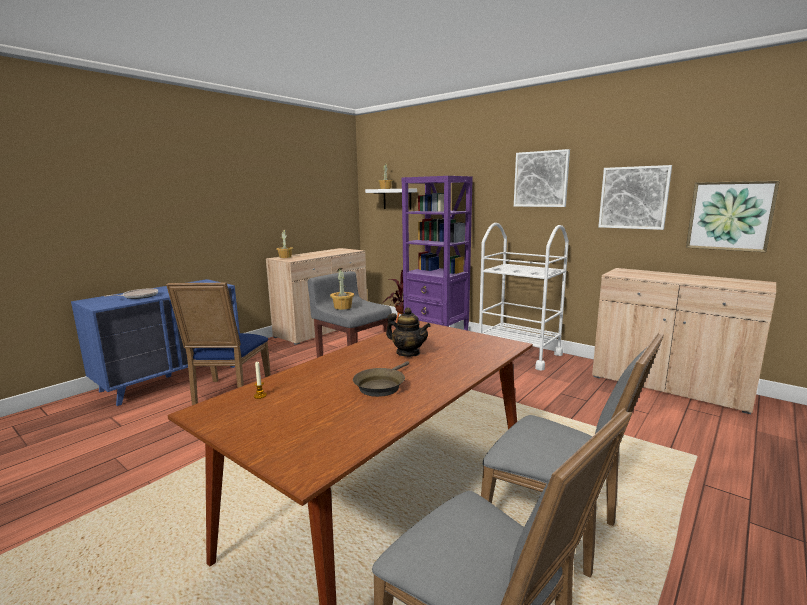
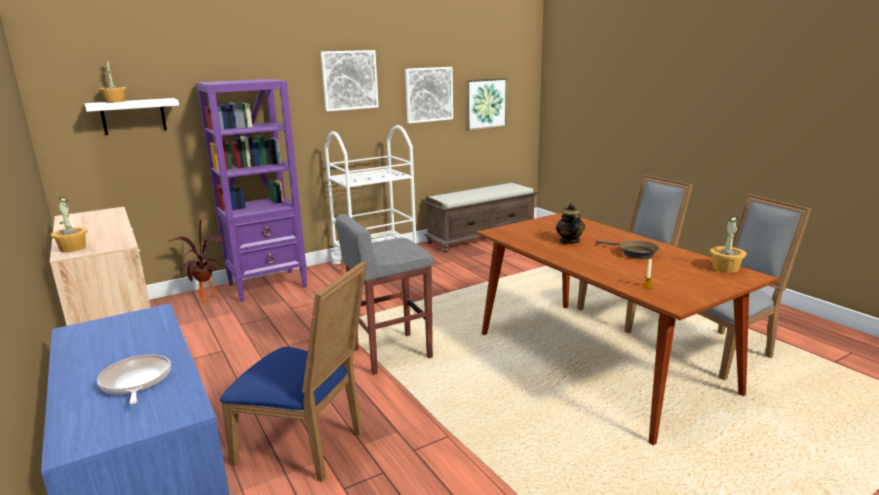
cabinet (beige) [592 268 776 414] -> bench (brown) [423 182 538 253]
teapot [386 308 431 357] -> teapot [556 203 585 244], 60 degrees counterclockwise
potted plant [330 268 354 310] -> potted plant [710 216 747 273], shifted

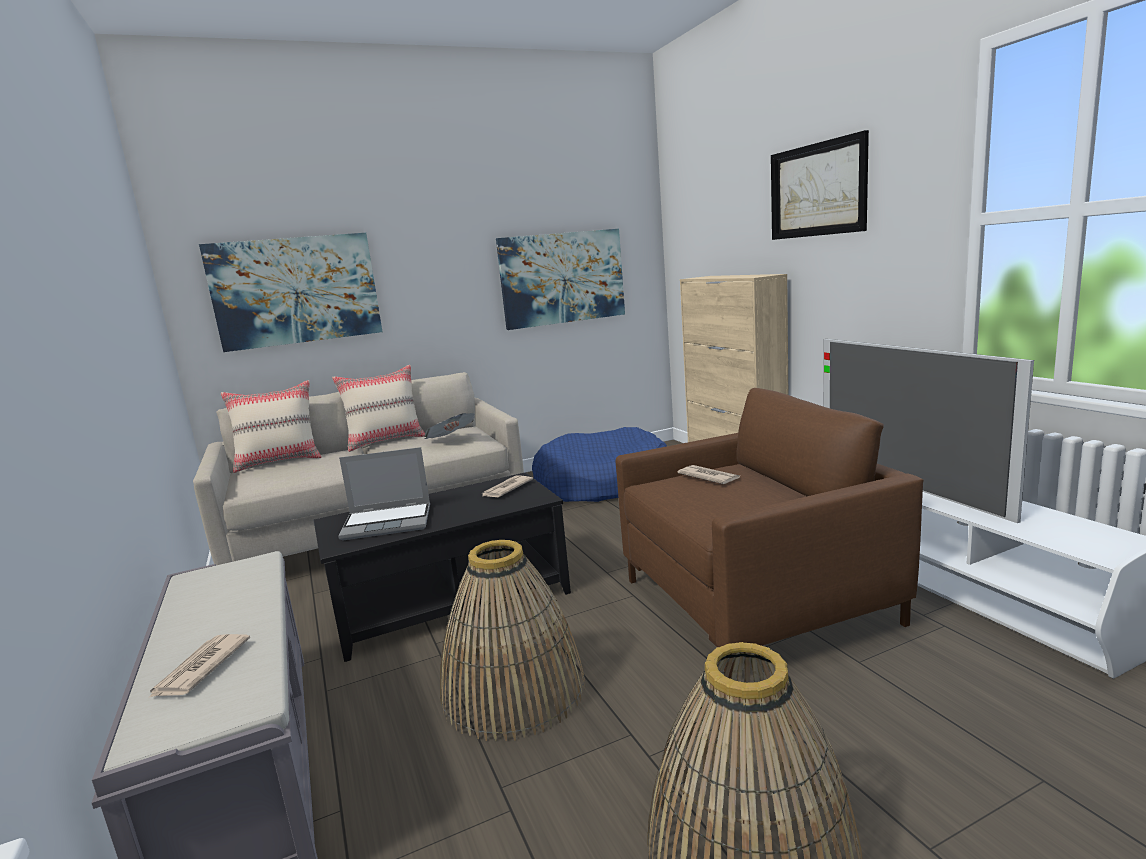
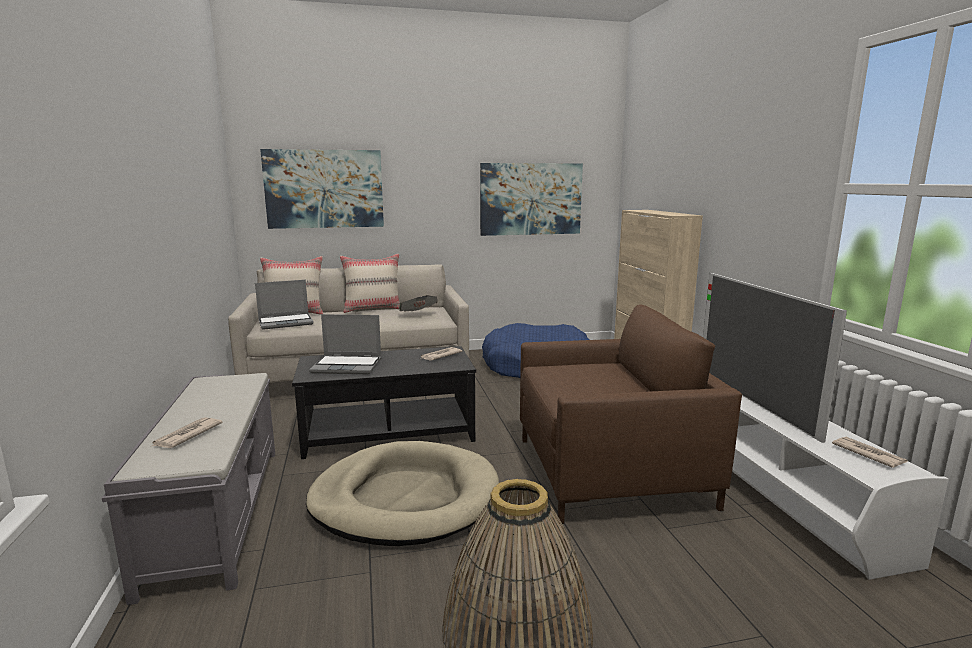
none -> laptop [255 280 314 330]
basket [440 540 585 741] -> dog bed (beige) [306 441 499 546]
newspaper [677 465 741 484] -> newspaper [832 437 908 468], shifted
picture [771 130 869 240] -> none

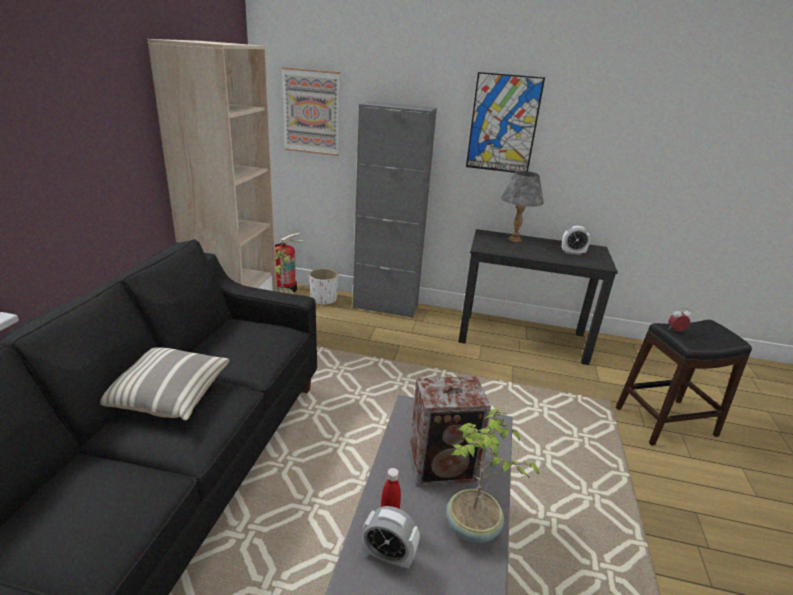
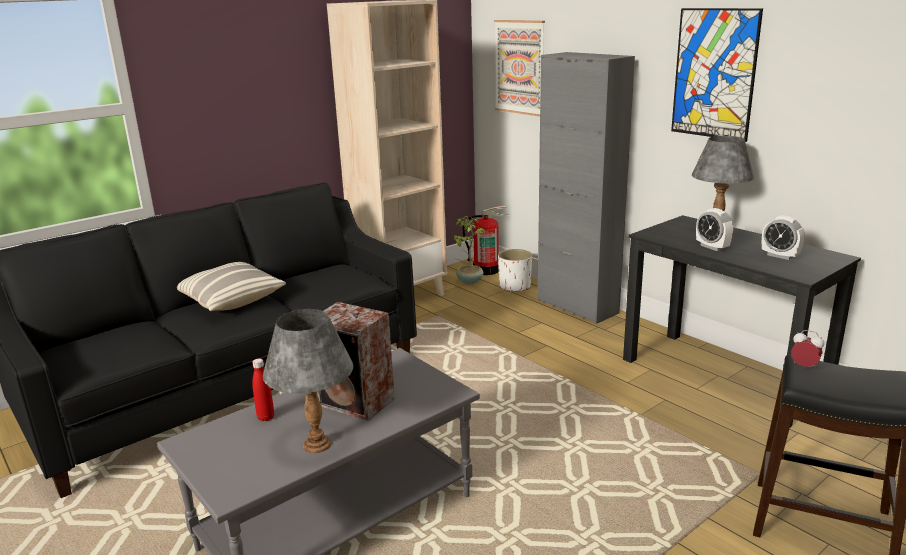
potted plant [446 408 540 543] -> table lamp (grey) [263 309 353 453]
alarm clock [361 506 420 570] -> alarm clock [696 208 733 251], shifted

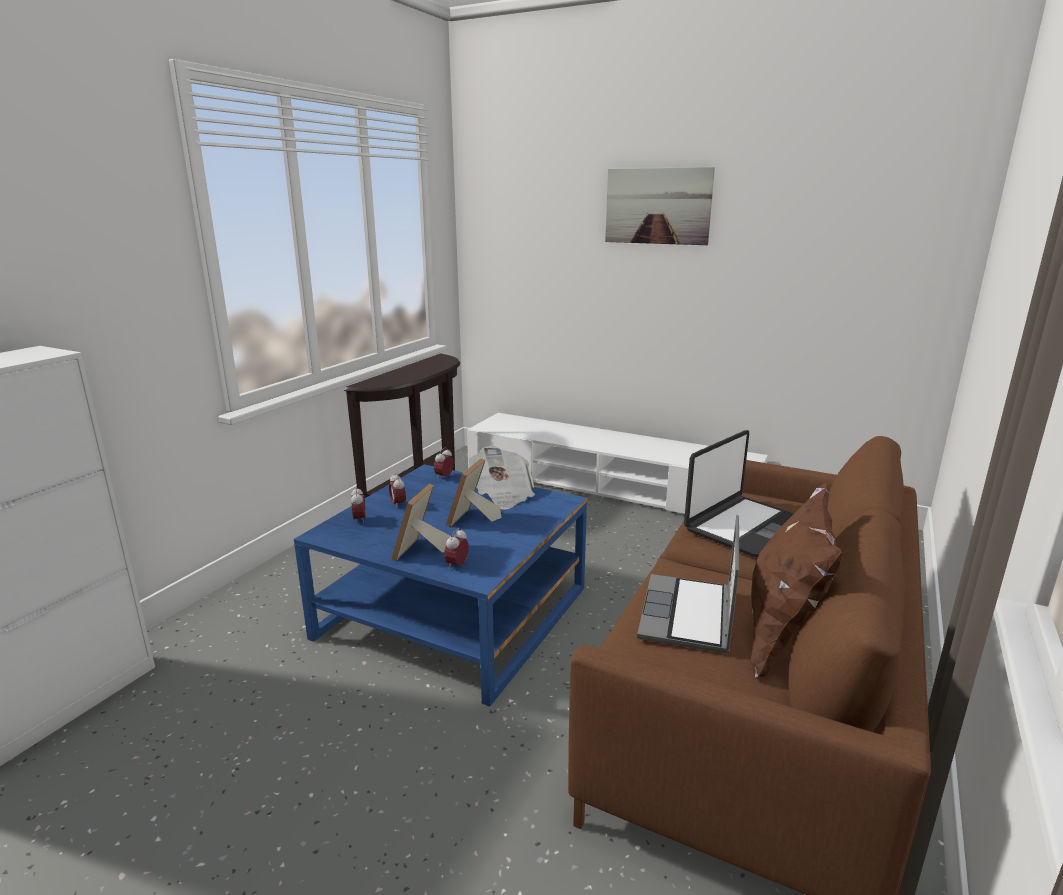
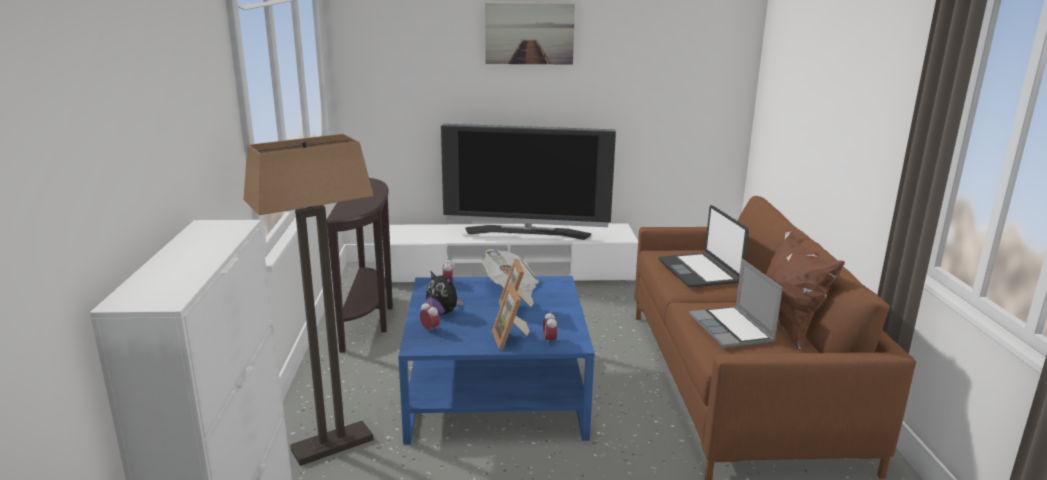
none -> floor lamp [243 134 374 466]
alarm clock [389 472 406 509] -> plush toy [426 272 463 314]
none -> television [441 124 616 240]
laptop [684 430 794 557] -> laptop [658 205 749 287], 150 degrees clockwise

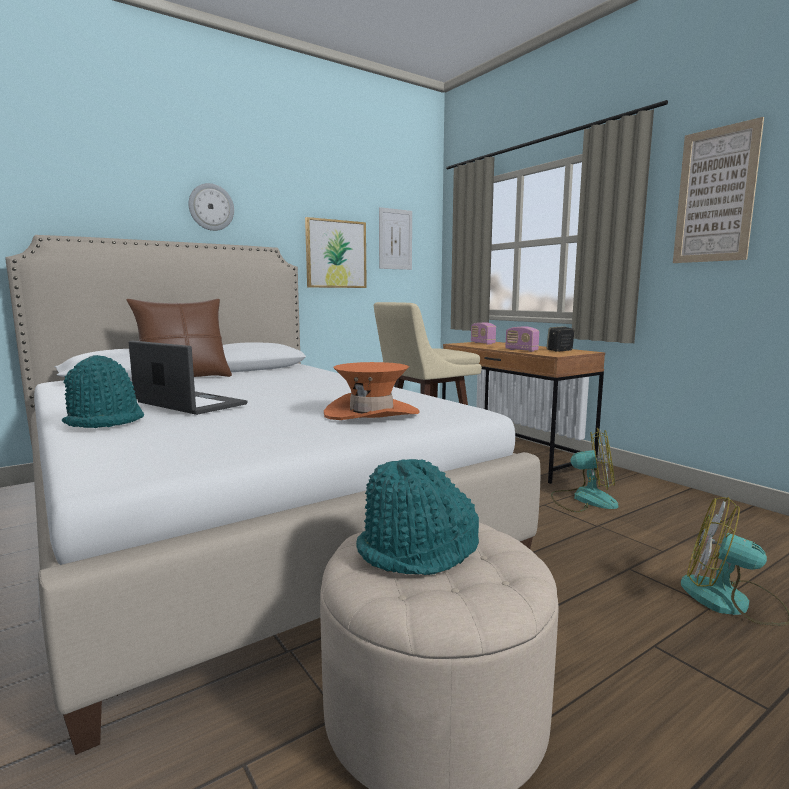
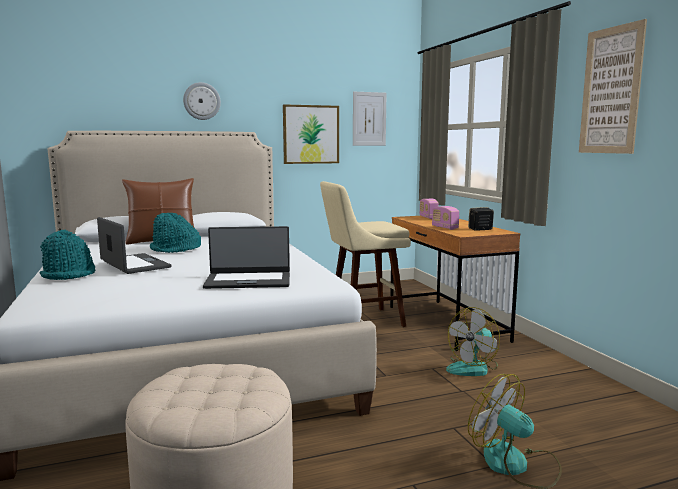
hat (turquoise) [356 459 479 575] -> hat (turquoise) [150 213 201 253], shifted
hat (orange) [324 362 419 420] -> laptop [203 226 290 289]
fan [551 427 618 512] -> fan [446 307 500 376], 105 degrees clockwise

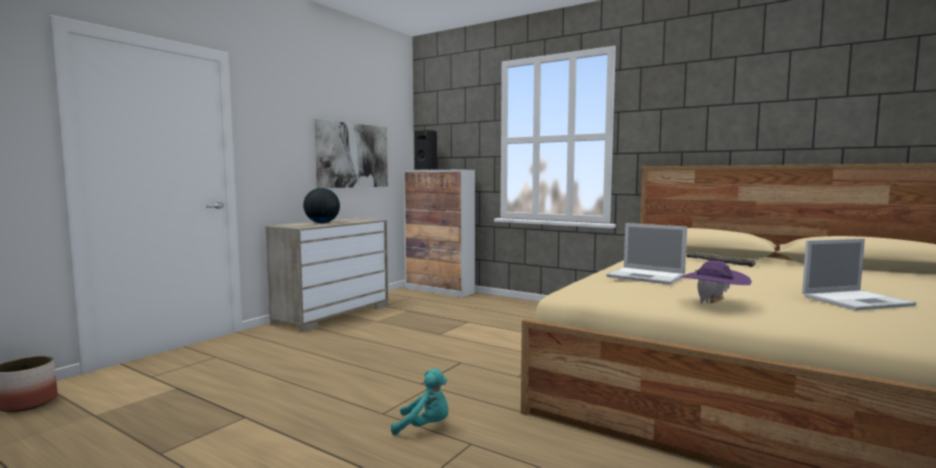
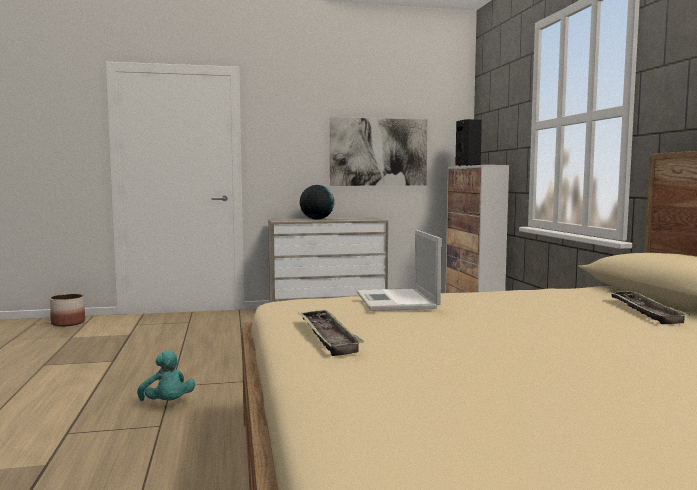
hat (purple) [680 261 752 304] -> tray [298 310 364 356]
laptop [802 238 917 311] -> none

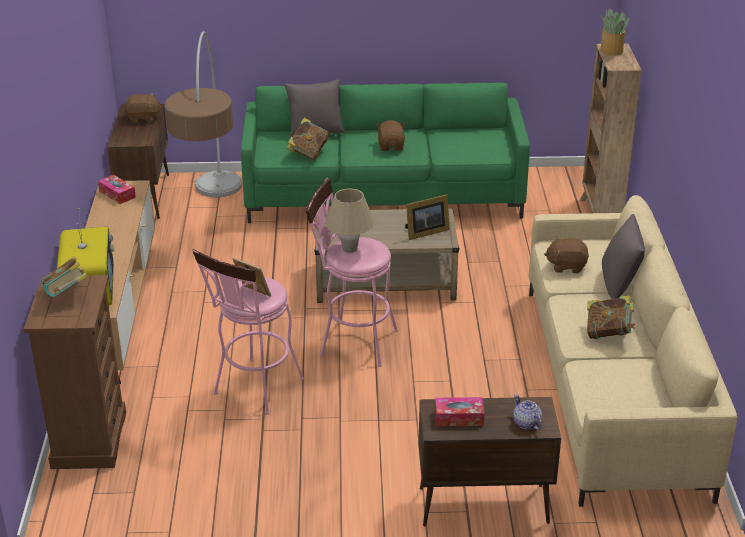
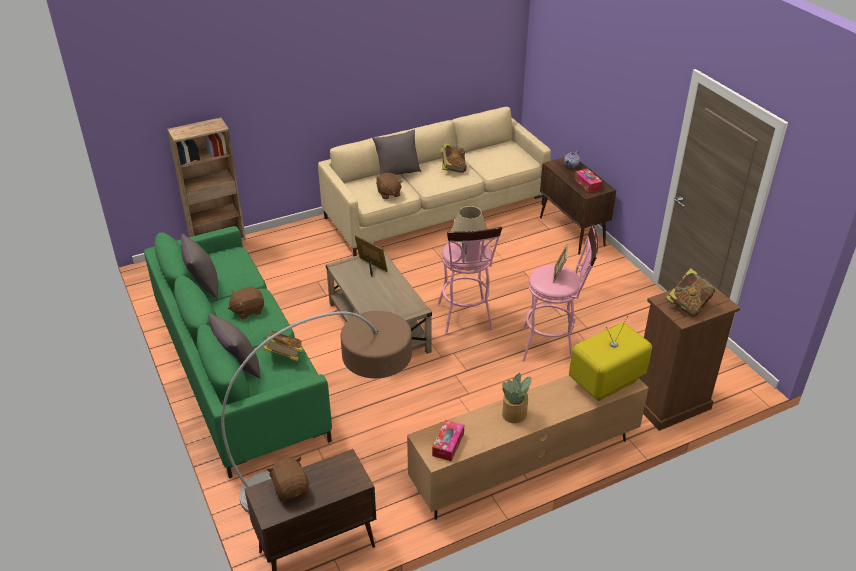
none -> pillow (grey) [181 234 218 299]
potted plant [600 8 630 56] -> potted plant [502 373 532 423], shifted

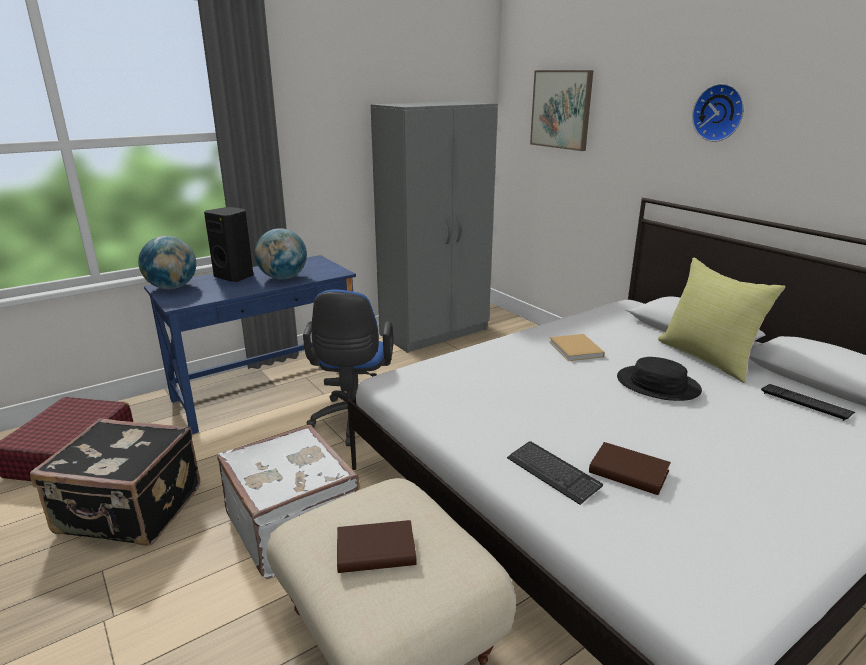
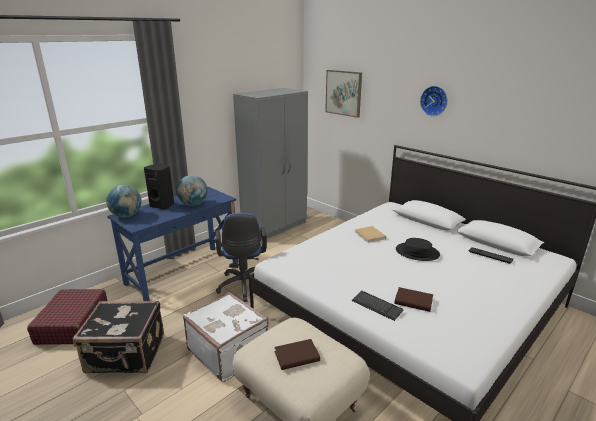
pillow (yellow) [658 258 786 383] -> none

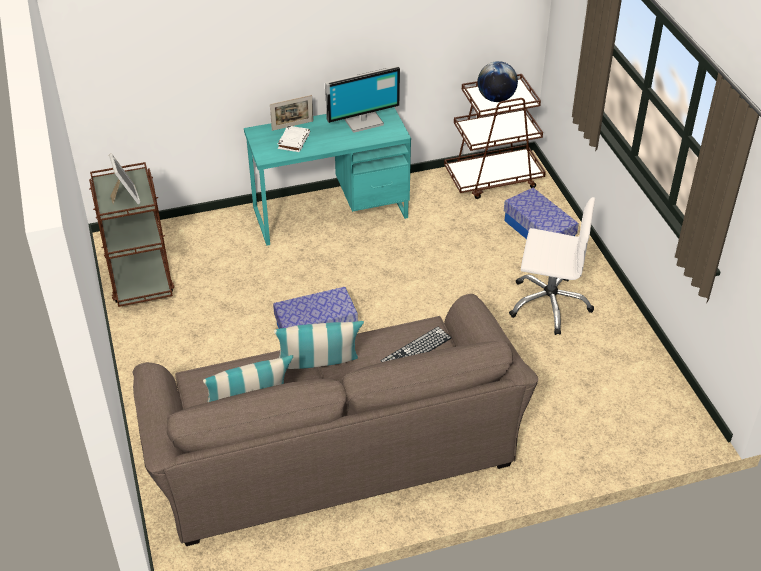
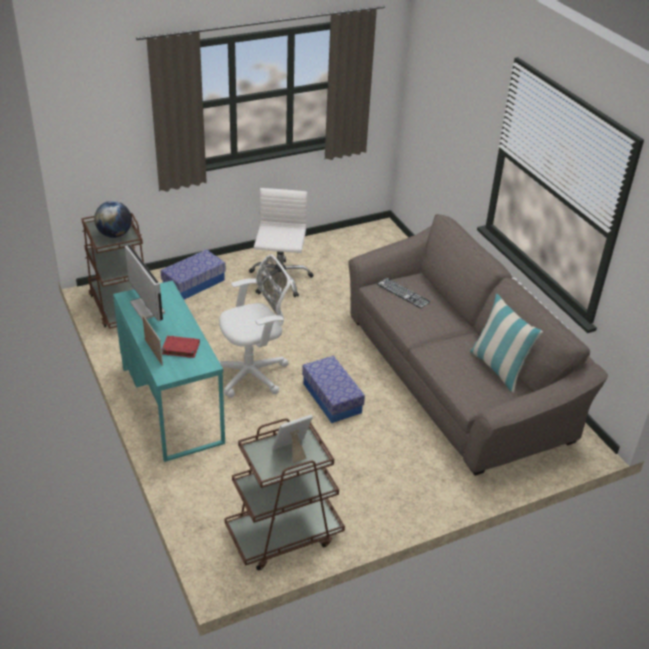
book (white) [278 126 310 152] -> book (red) [162 336 200 358]
none -> office chair (white) [219 255 291 398]
pillow [274 321 364 369] -> none

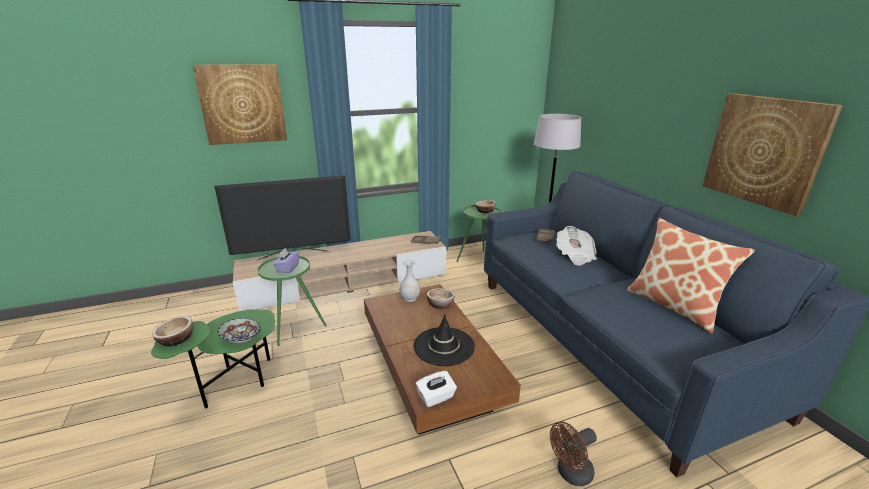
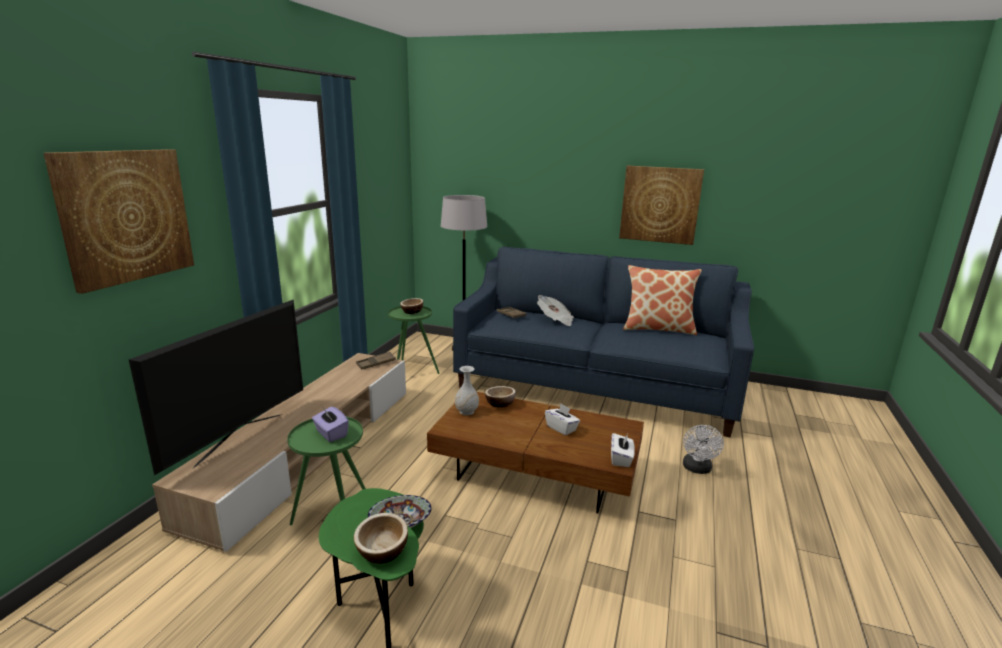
hat (black) [413 314 475 366] -> tissue box (white) [545 404 580 435]
fan (brown) [550 421 597 486] -> fan (white) [683 425 724 474]

